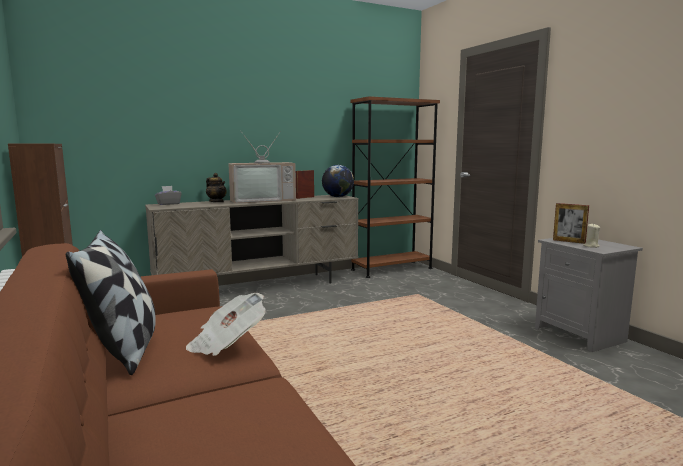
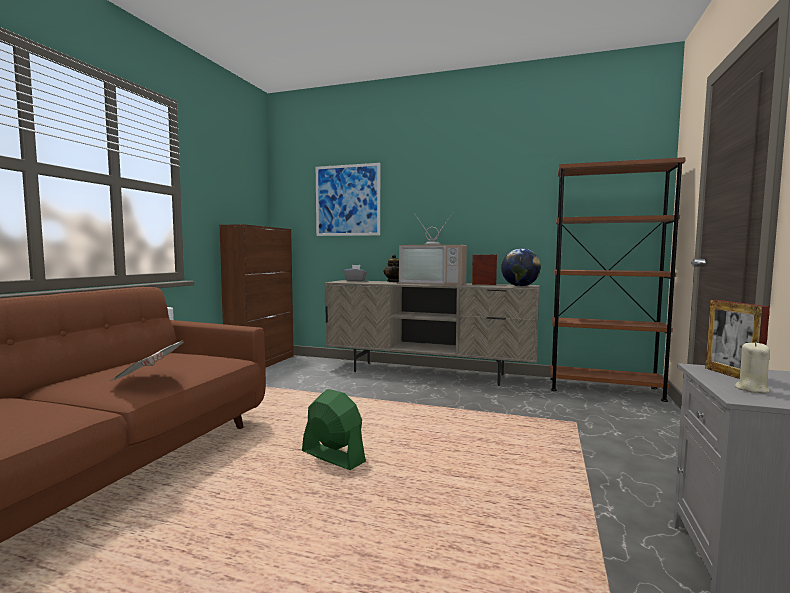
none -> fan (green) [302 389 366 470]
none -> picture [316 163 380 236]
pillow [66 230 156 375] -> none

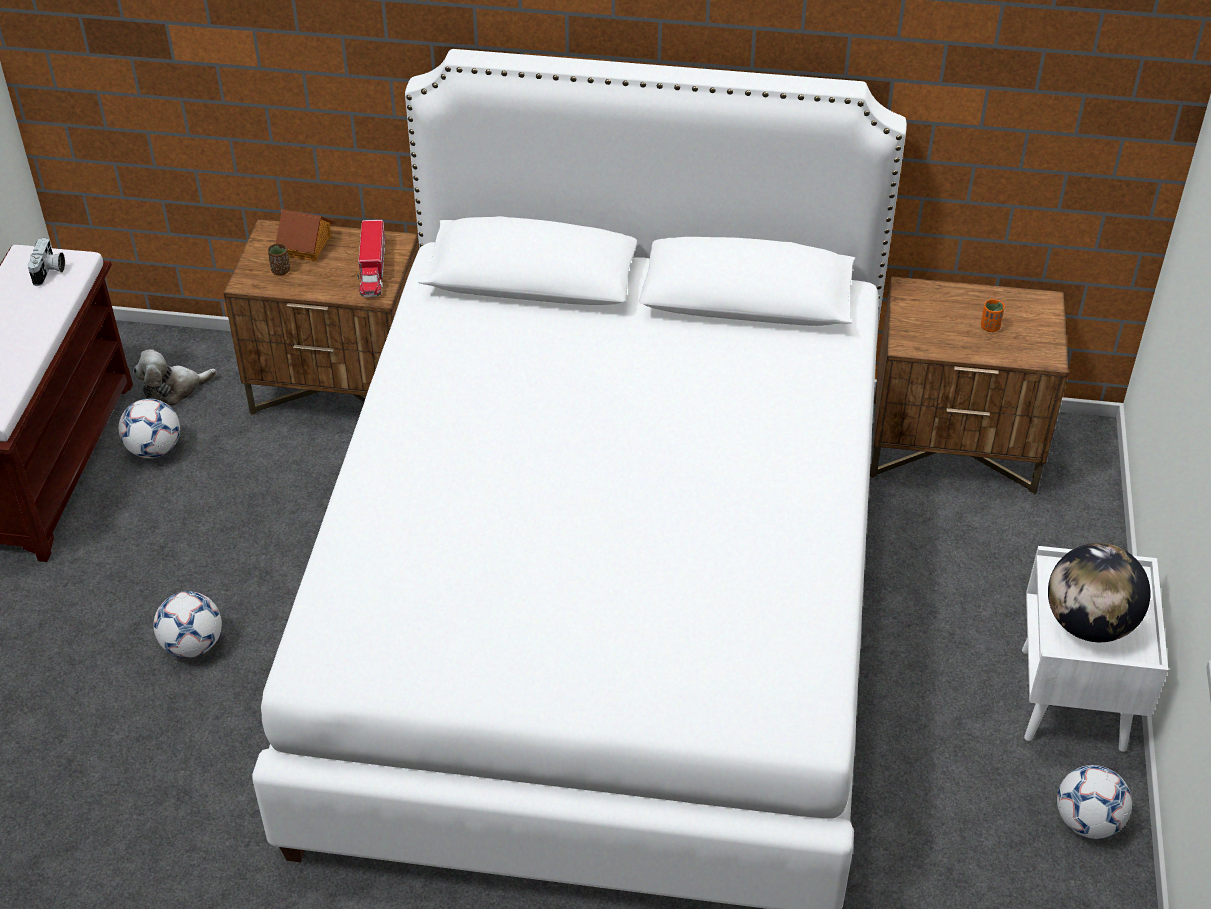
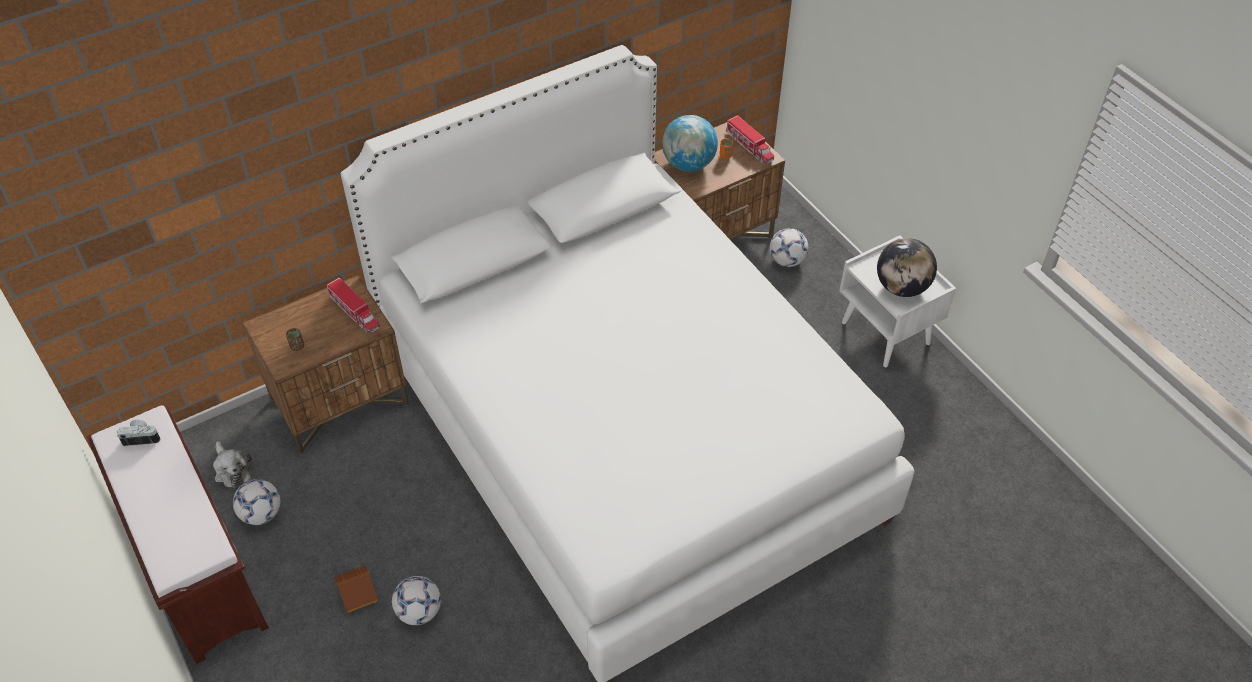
photo camera [27 238 65 286] -> photo camera [117 420 161 446], 60 degrees counterclockwise
plush toy [133 349 217 406] -> plush toy [213 441 252 488], 60 degrees counterclockwise
toy house [276 209 333 261] -> toy house [335 565 378 613], shifted
none -> globe [662 115 718 171]
none -> toy truck [726 115 774 164]
football [1057 765 1132 839] -> football [770 228 808 267], shifted

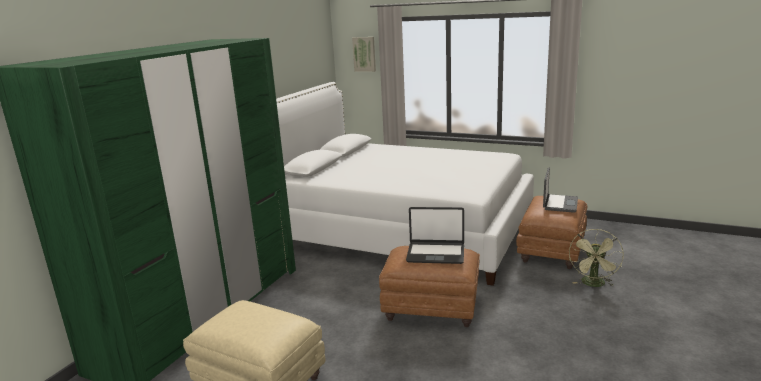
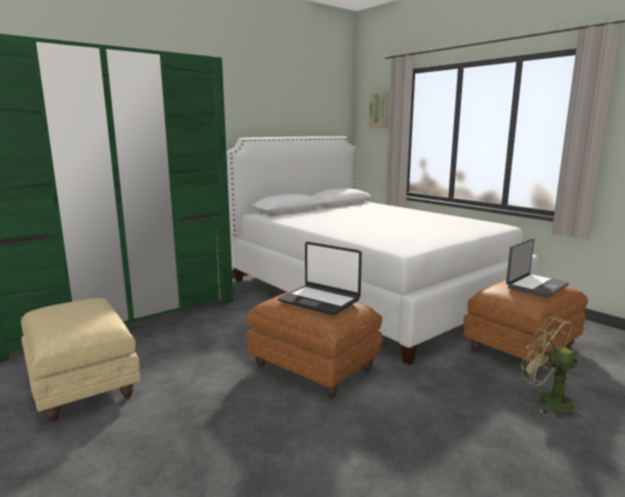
fan (green) [569 229 624 287] -> fan (green) [521 317 582 418], 90 degrees clockwise

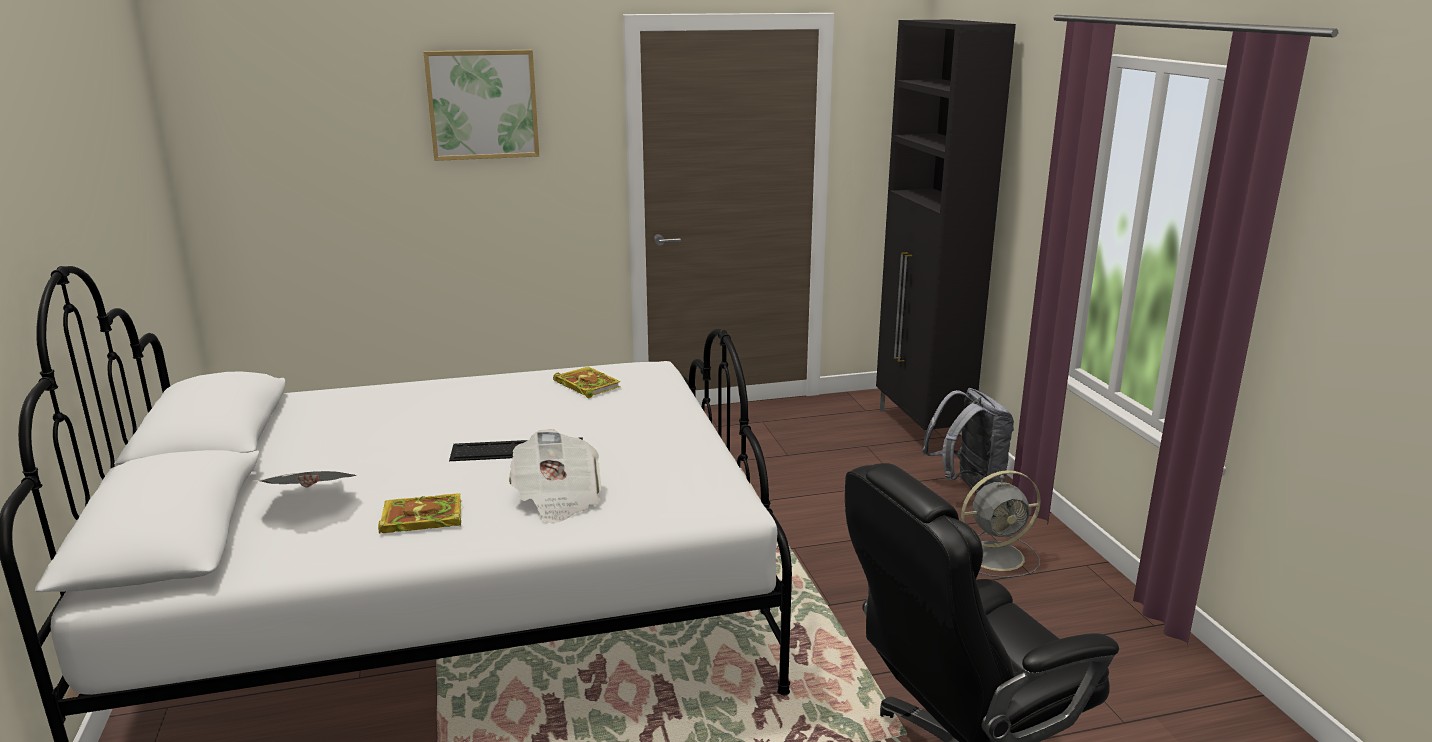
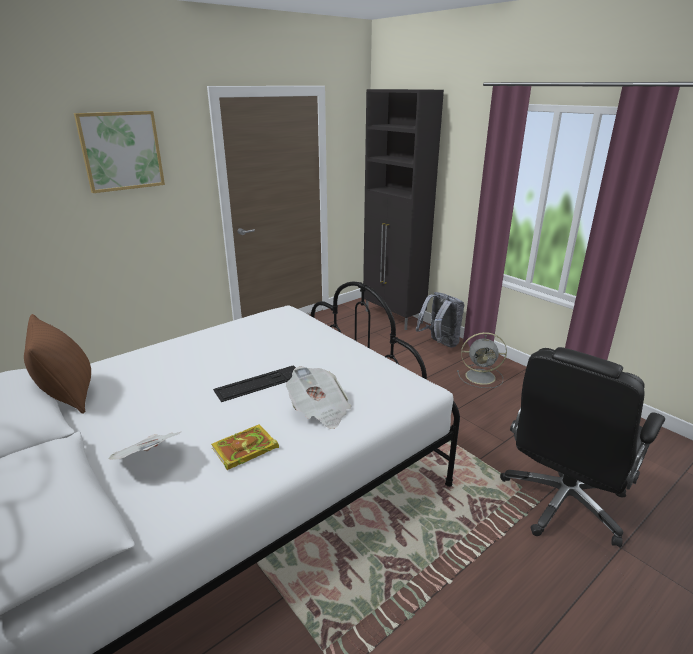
none -> pillow (brown) [24 314 91 414]
fan (grey) [961 470 1041 578] -> fan (grey) [457 332 507 388], 45 degrees clockwise
book [553 367 620 398] -> none

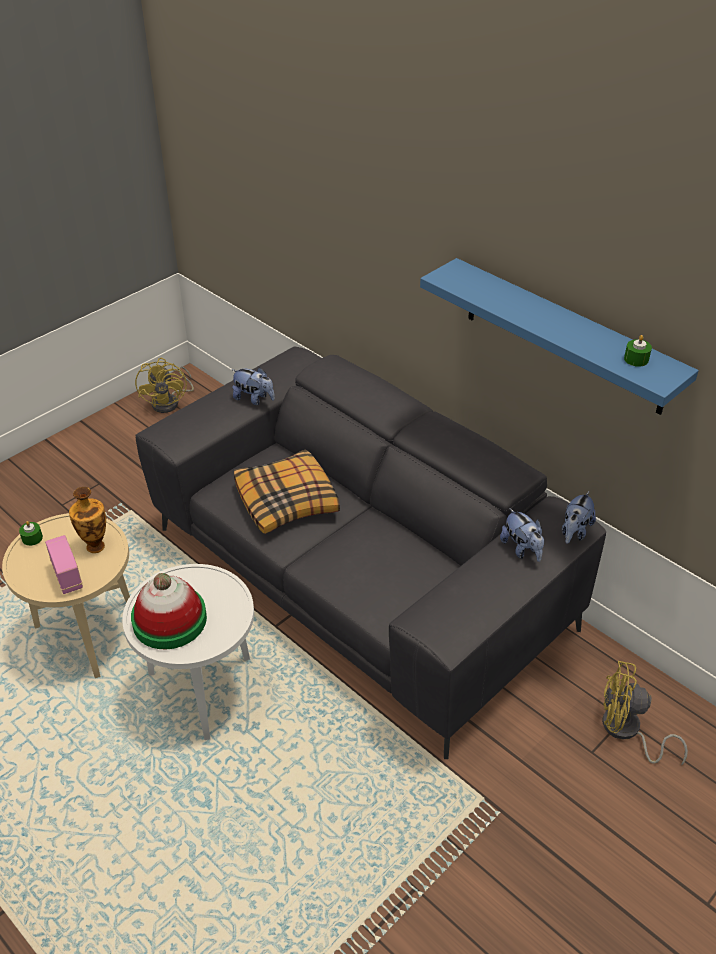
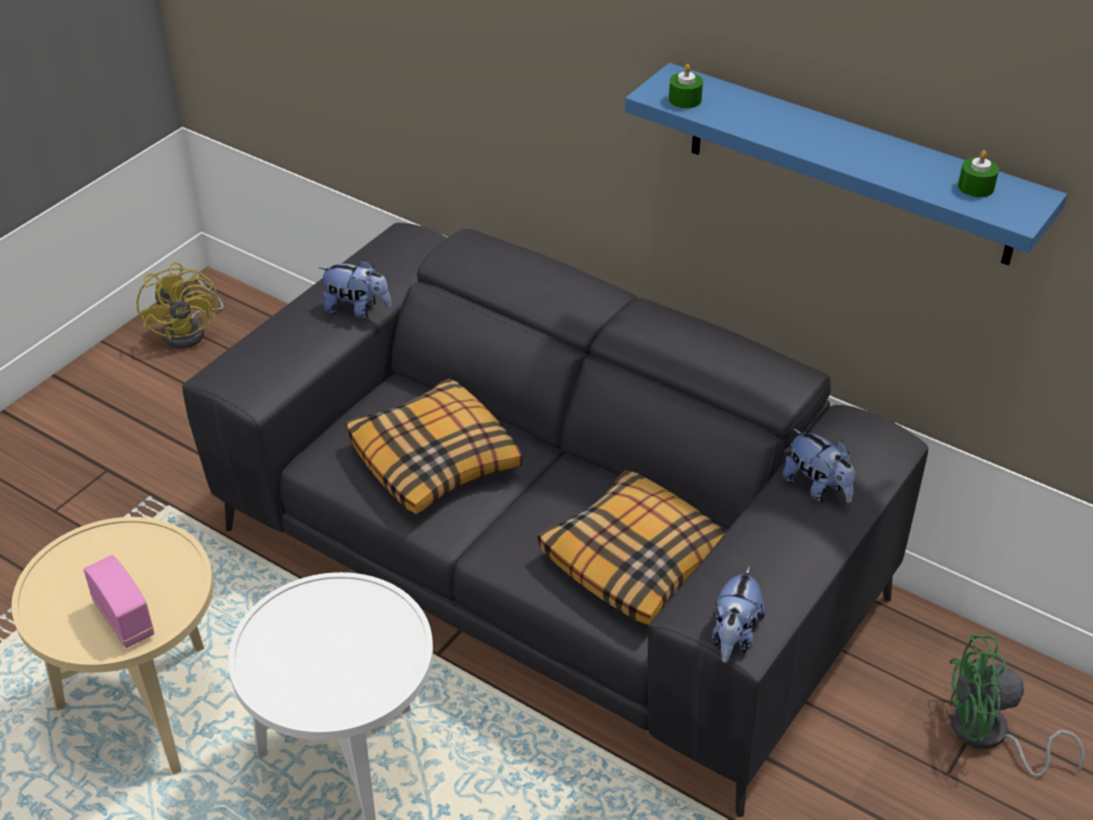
none -> pillow [538 470 727 625]
candle (green) [19 521 43 546] -> candle (green) [669 64 703 108], shifted
plush toy [562 491 596 544] -> plush toy [712 566 765 663], shifted
fan (yellow) [602 661 688 765] -> fan (green) [949 634 1084 777]
vase [69 487 106 553] -> none
hat [131 573 207 649] -> none

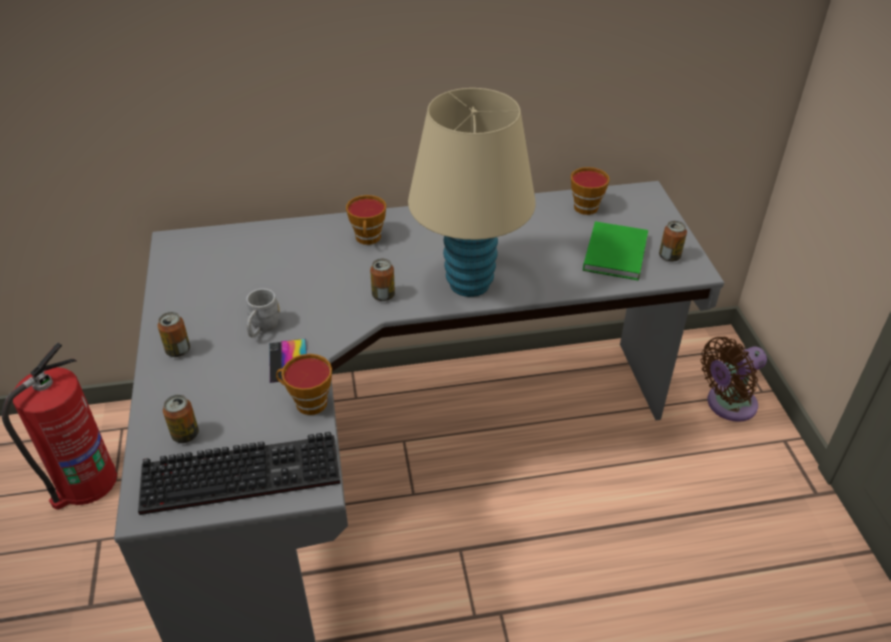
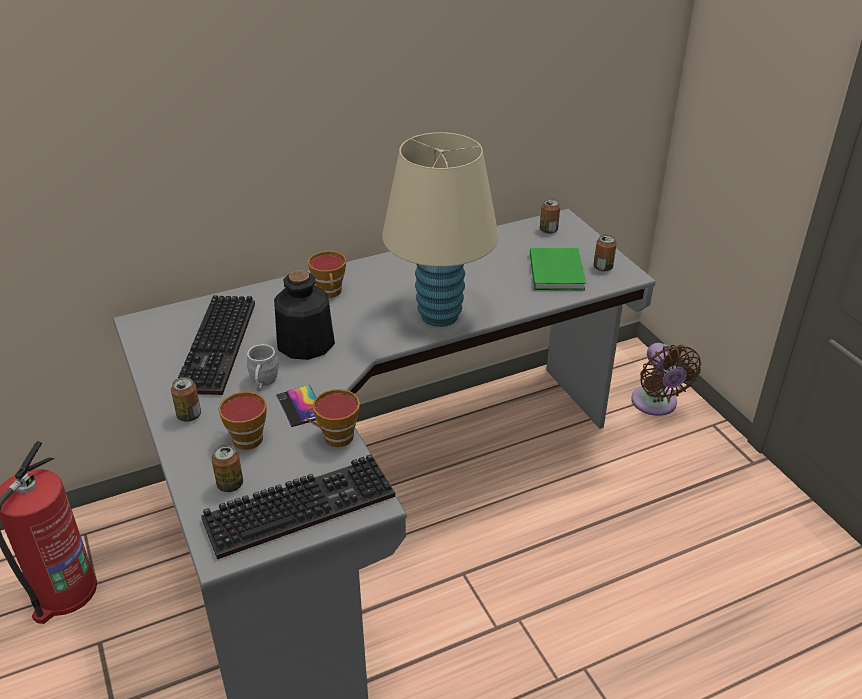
none -> keyboard [178 295 255 395]
cup [571 167 610 215] -> cup [219 392 267 450], shifted
none -> bottle [274 270 335 360]
can [370 258 395 301] -> can [540 198 560 234], shifted
fan (brown) [701 337 767 422] -> fan (brown) [631 343 701 416], 60 degrees counterclockwise

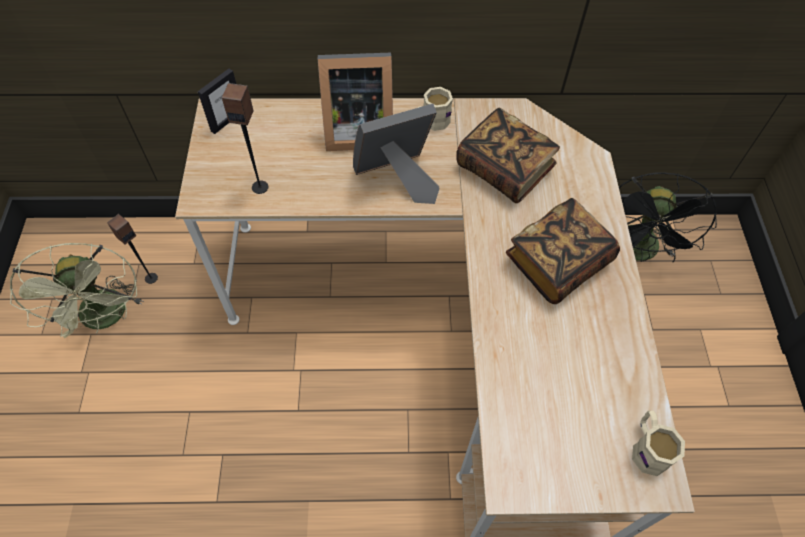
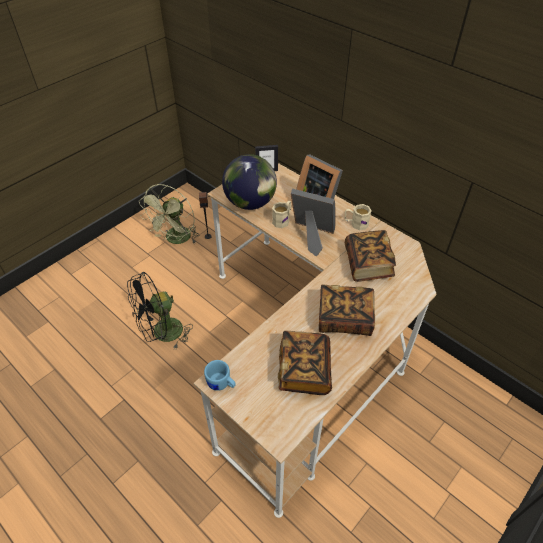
fan (black) [619 172 717 262] -> fan (black) [127 272 193 348], shifted
none -> mug (blue) [204 360 236 391]
speaker [222 83 269 194] -> globe [222 154 277 210]
mug (beige) [632 411 685 476] -> mug (beige) [272 201 291 228], shifted
none -> book [278 331 332 395]

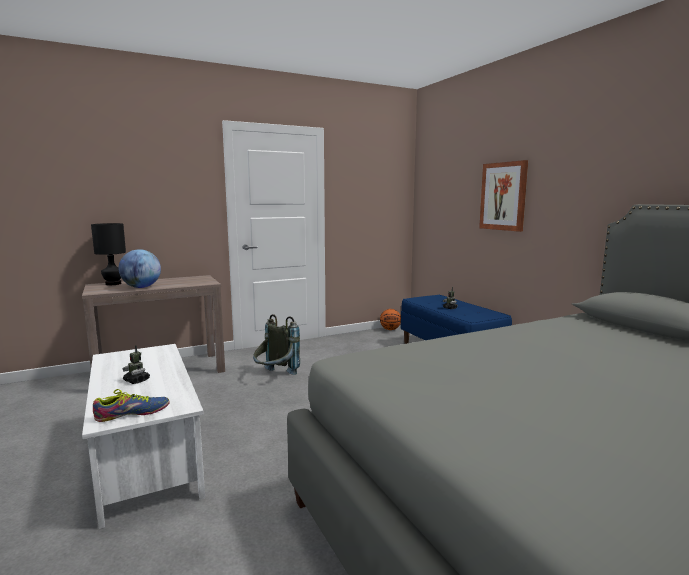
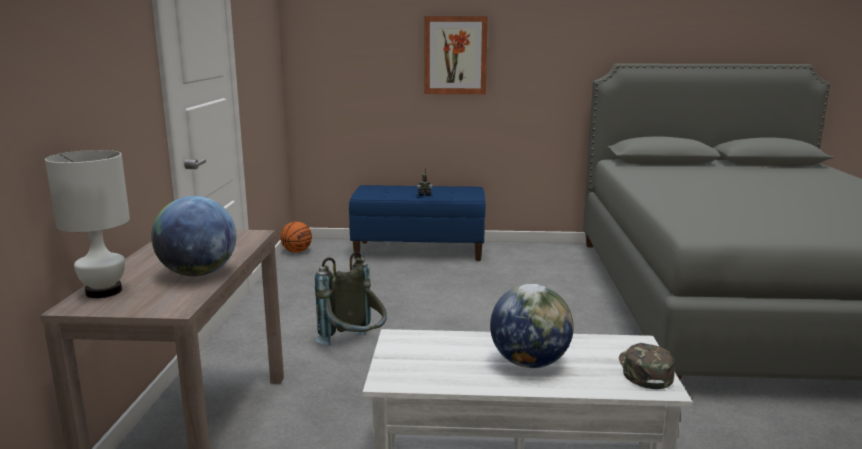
table lamp (black) [91 223 126 285] -> table lamp (white) [45 150 130 298]
toy robot [123 345 150 384] -> globe [490 284 574 368]
shoe [93 389 170 422] -> cap (green) [619 343 675 389]

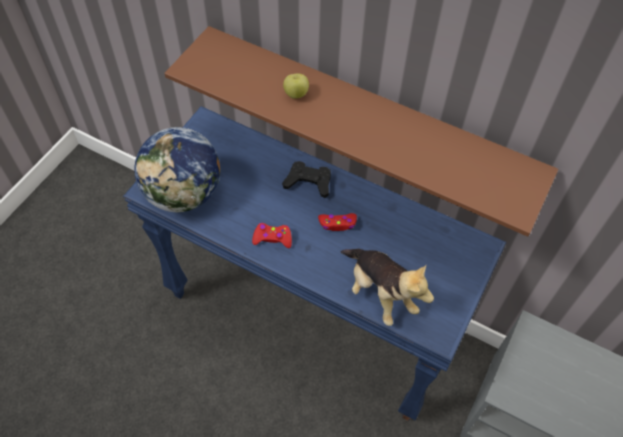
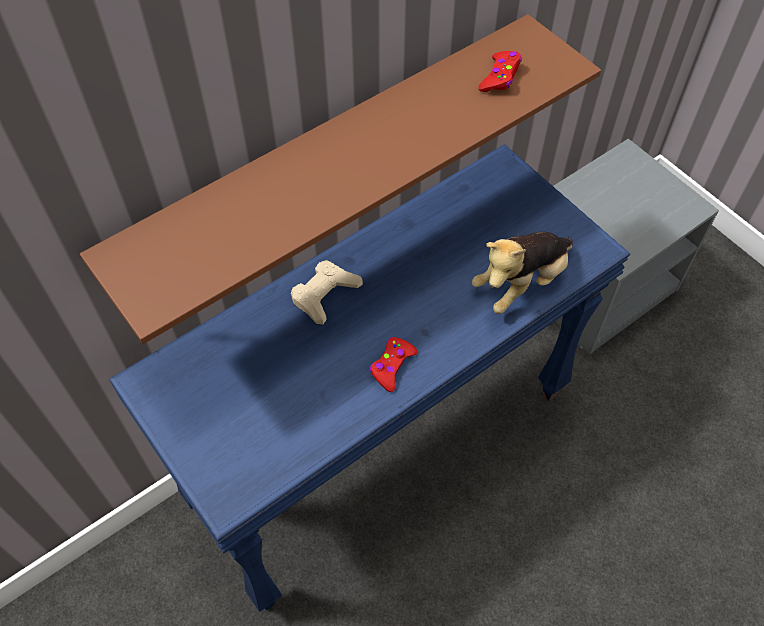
game controller (black) [282 161 331 198] -> game controller (beige) [291 260 363 324]
plush toy [340 249 434 326] -> plush toy [472 232 573 314], 150 degrees clockwise
game controller (red) [318 213 357 231] -> game controller (red) [478 51 522 92], shifted
globe [134 127 220 212] -> none
apple [283 74 309 99] -> none

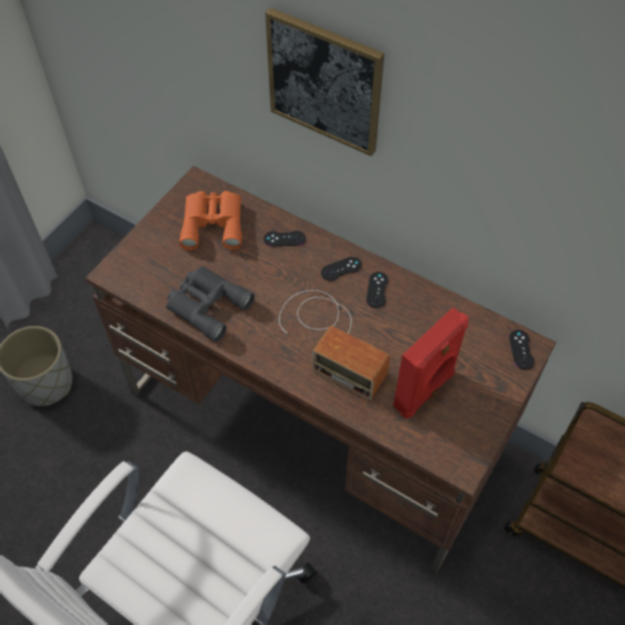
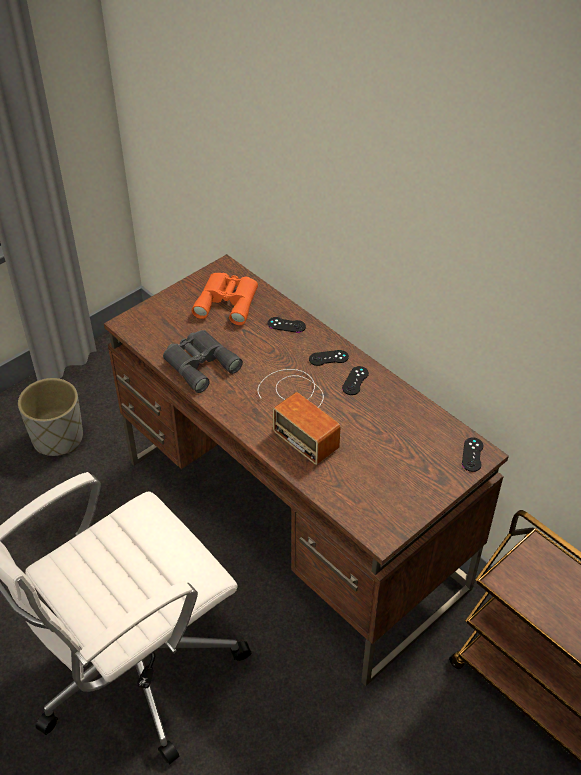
picture [265 8 384 156] -> none
speaker (red) [393 307 469 419] -> none

